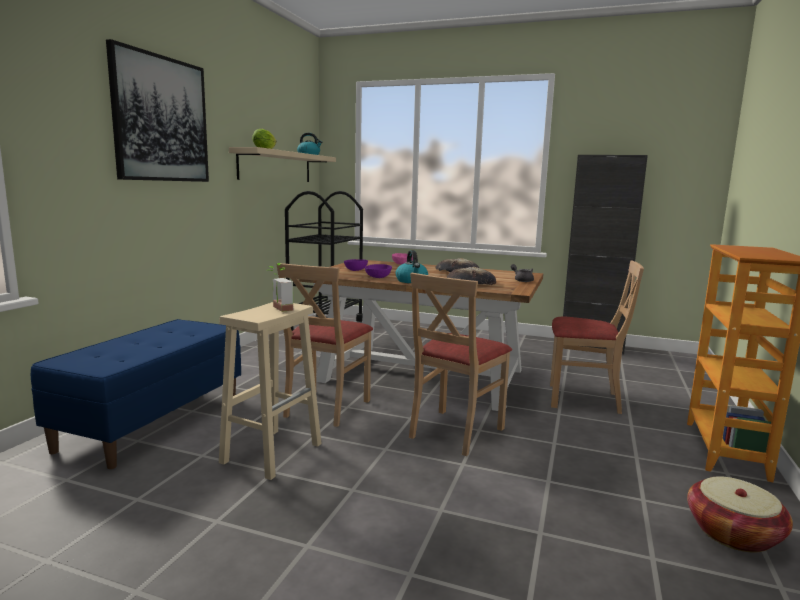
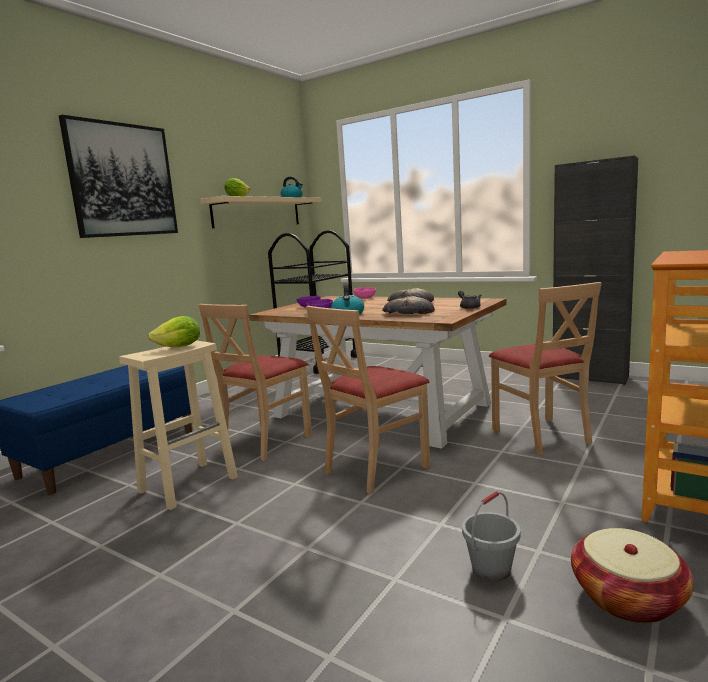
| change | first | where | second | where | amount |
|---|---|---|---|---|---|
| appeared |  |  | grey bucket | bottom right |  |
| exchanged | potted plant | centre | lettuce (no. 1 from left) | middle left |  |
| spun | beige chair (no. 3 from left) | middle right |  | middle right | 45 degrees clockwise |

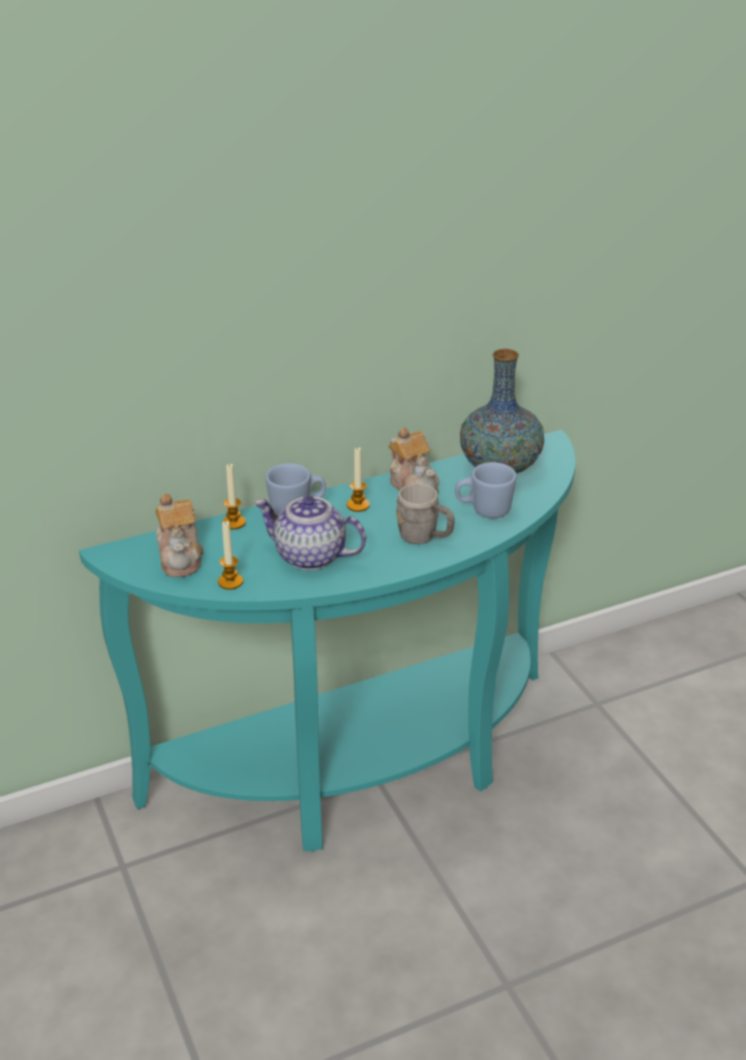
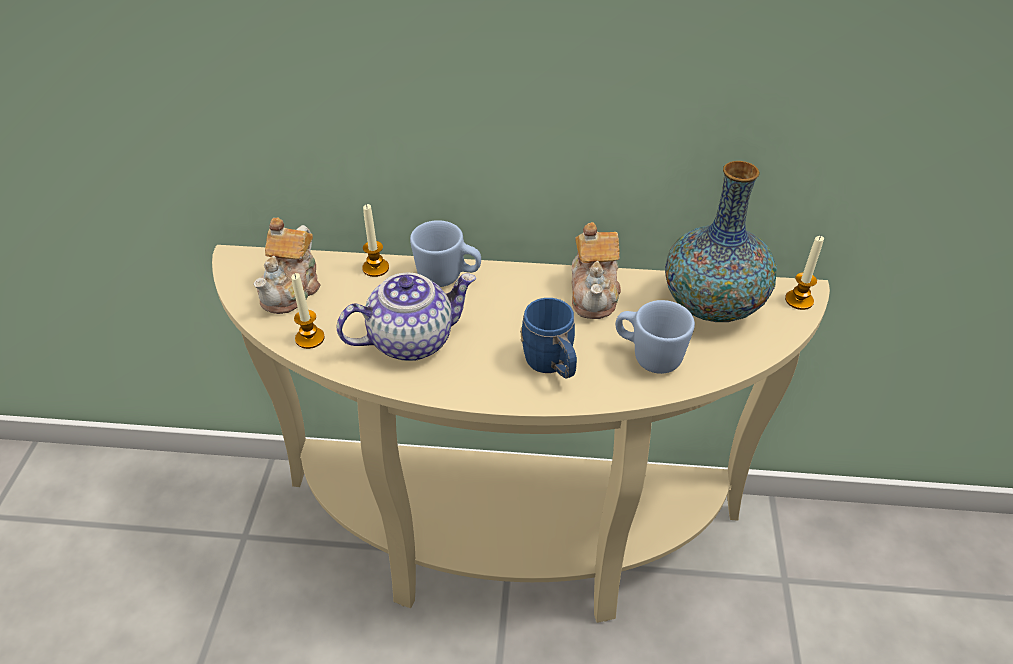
| change | first | where | second | where | amount |
|---|---|---|---|---|---|
| relocated | candle (no. 3 from left) | centre |  | middle right |  |
| colour | turquoise console table | centre | beige console table | centre |  |
| colour | grey mug | centre | blue mug (no. 2 from left) | centre |  |
| spun | teapot (no. 2 from left) | centre |  | centre | 105 degrees clockwise |

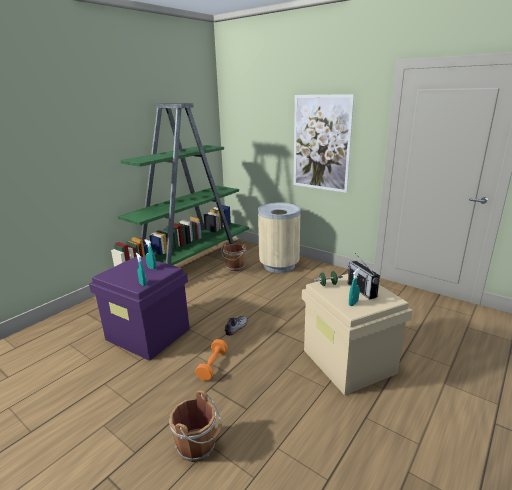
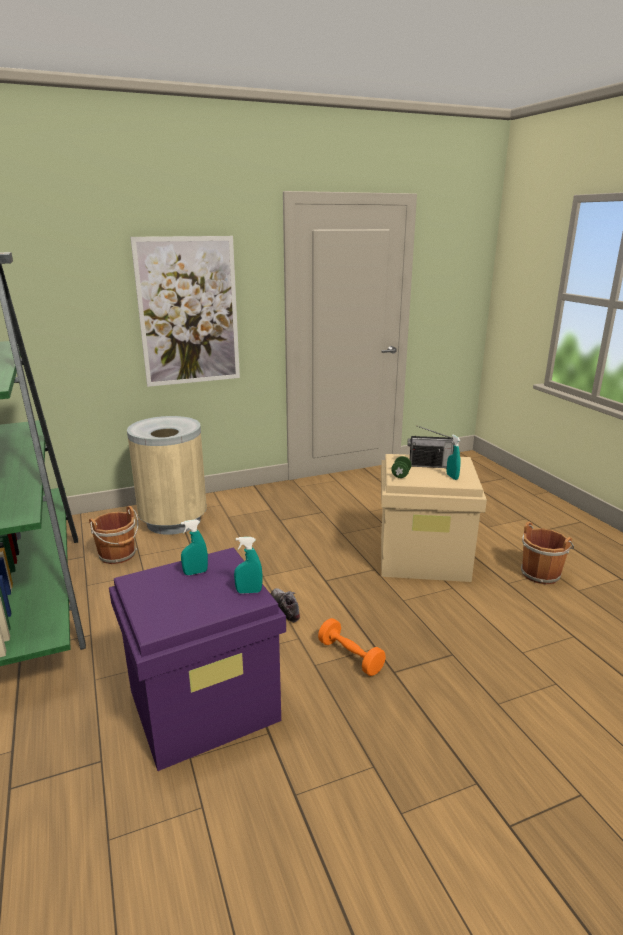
| change | first | where | second | where | amount |
|---|---|---|---|---|---|
| relocated | brown bucket (no. 1 from left in the first image) | bottom centre | brown bucket (no. 2 from left) | middle right |  |

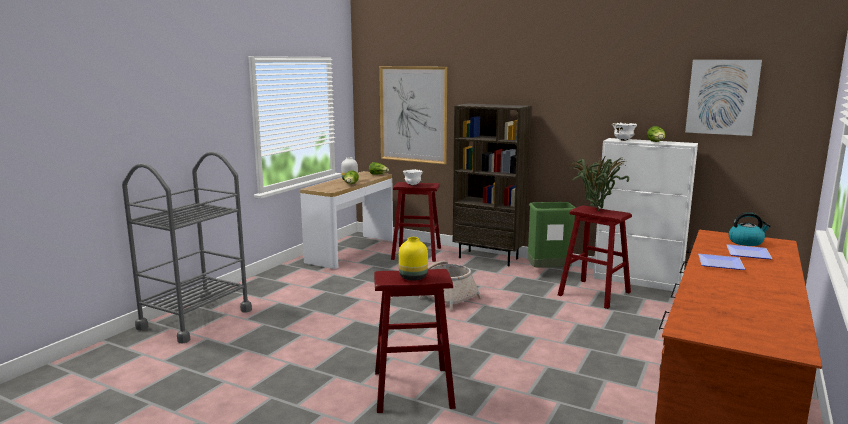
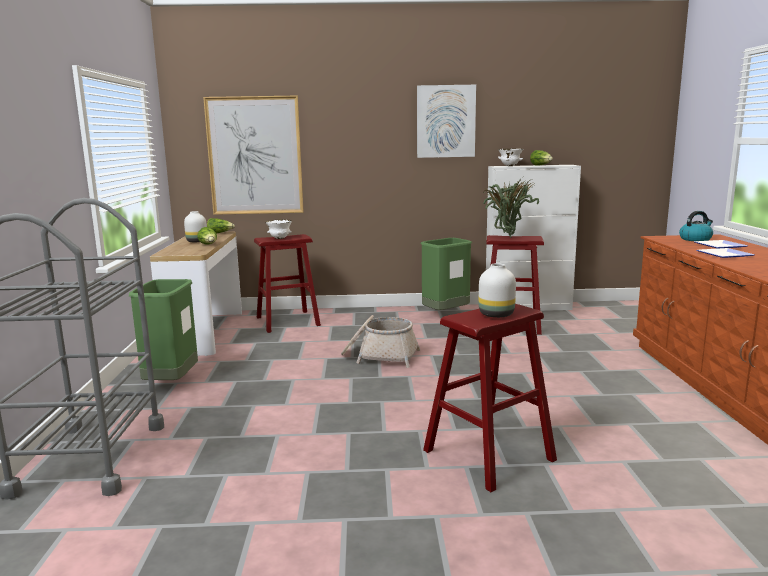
| change | first | where | second | where | amount |
|---|---|---|---|---|---|
| missing | brown bookcase | centre |  |  |  |
| appeared |  |  | green trash can (no. 1 from left) | middle left |  |
| relocated | picture (no. 2 from left) | top right |  | top centre |  |
| colour | yellow vase | centre | white vase (no. 2 from left) | centre |  |

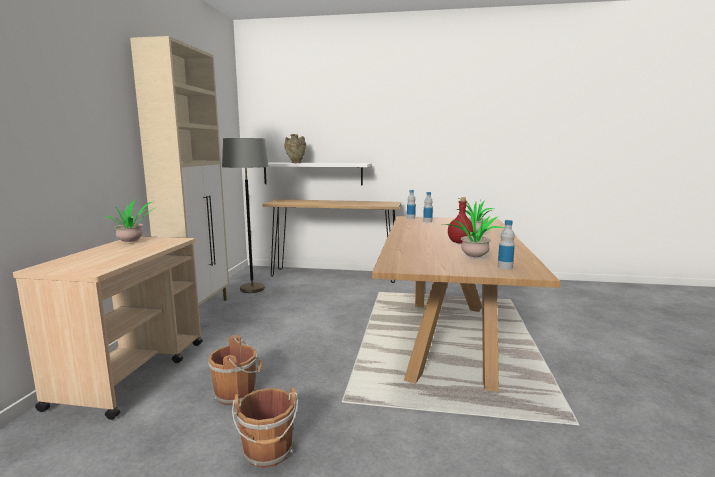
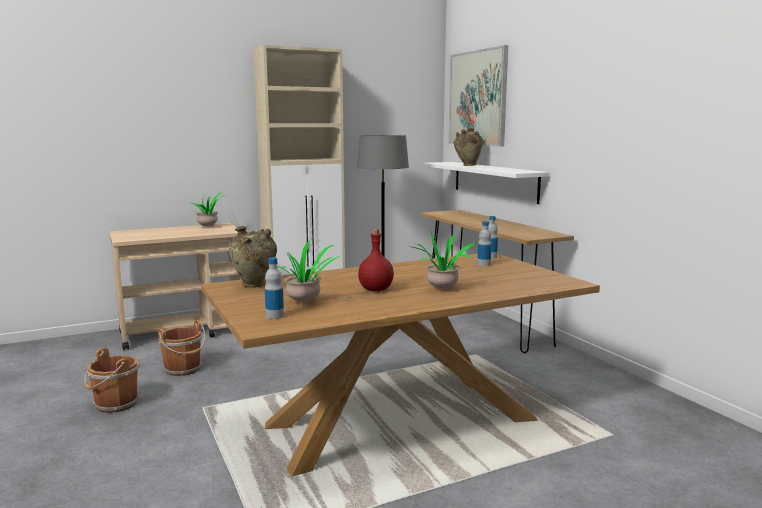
| change | first | where | second | where | amount |
|---|---|---|---|---|---|
| appeared |  |  | beige vase (no. 1 from left) | middle left |  |
| appeared |  |  | picture | top centre |  |

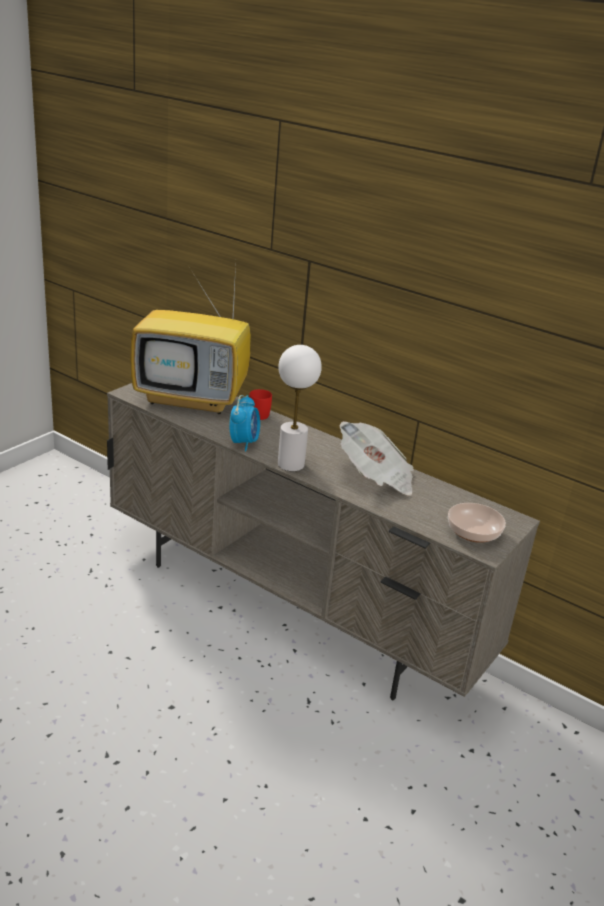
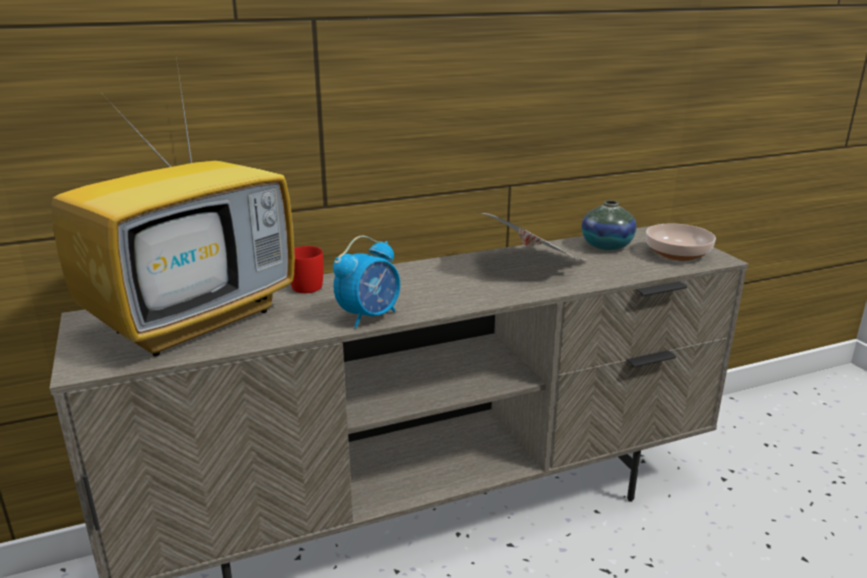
| change | first | where | second | where | amount |
|---|---|---|---|---|---|
| missing | white table lamp | centre |  |  |  |
| appeared |  |  | vase | middle right |  |
| spun | alarm clock | centre |  | centre | 90 degrees clockwise |

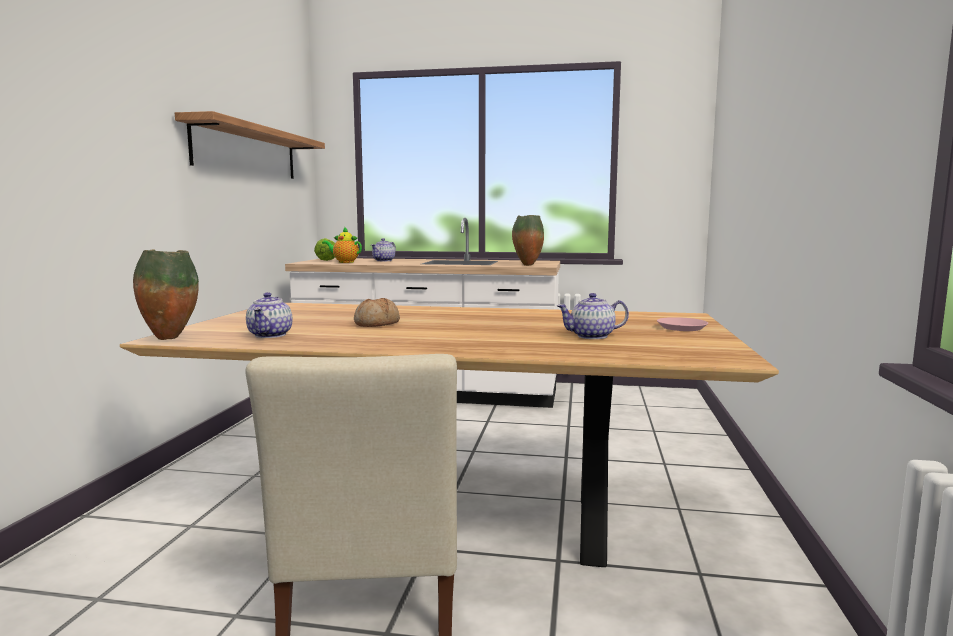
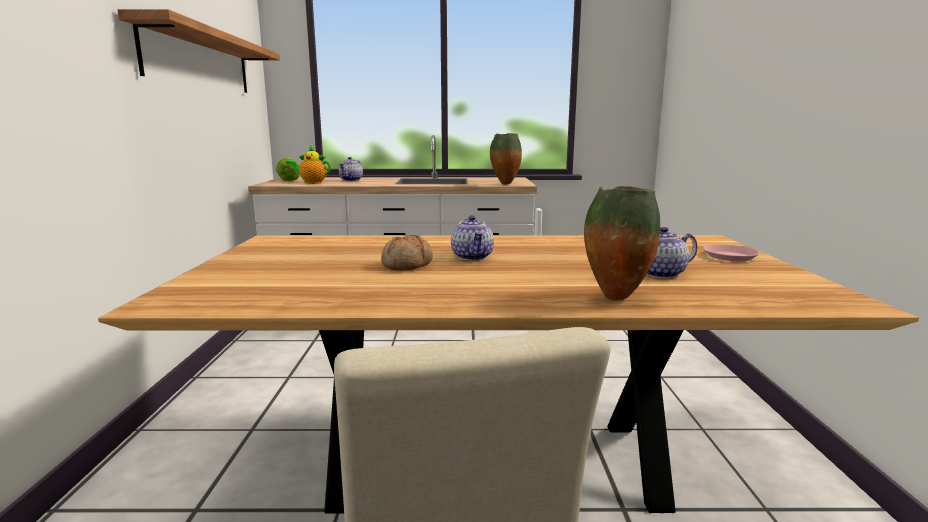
| change | first | where | second | where | amount |
|---|---|---|---|---|---|
| relocated | vase (no. 1 from left in the first image) | middle left | vase (no. 2 from left) | middle right |  |
| relocated | teapot (no. 1 from left in the first image) | middle left | teapot (no. 3 from left) | centre |  |

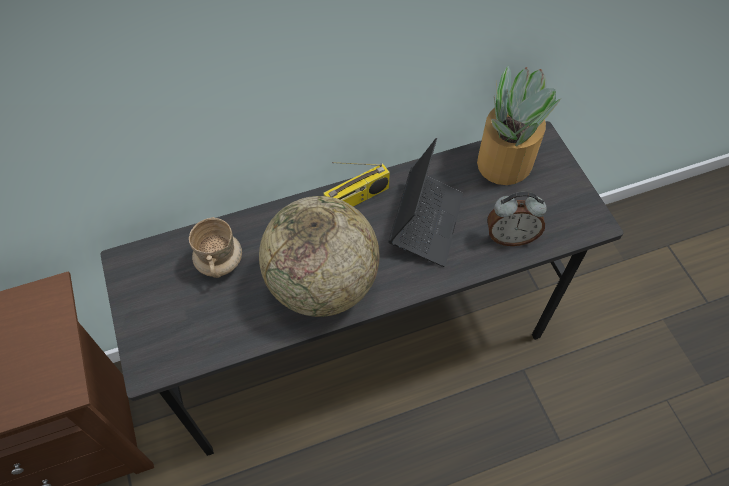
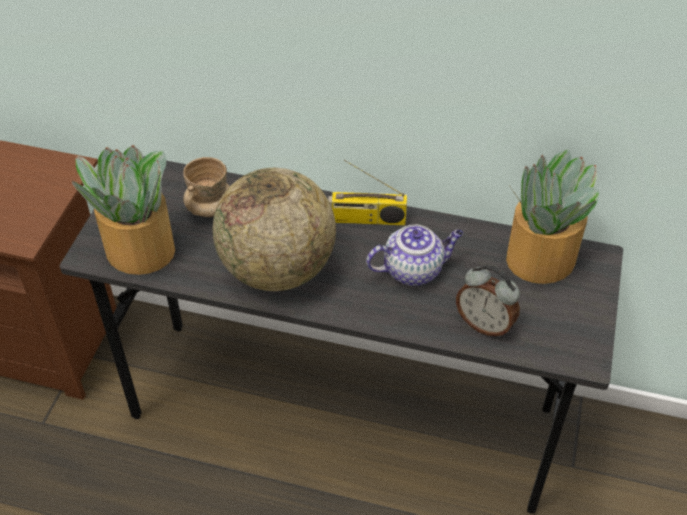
| change | first | where | second | where | amount |
|---|---|---|---|---|---|
| appeared |  |  | potted plant (no. 1 from left) | middle left |  |
| exchanged | laptop | centre | teapot | centre |  |

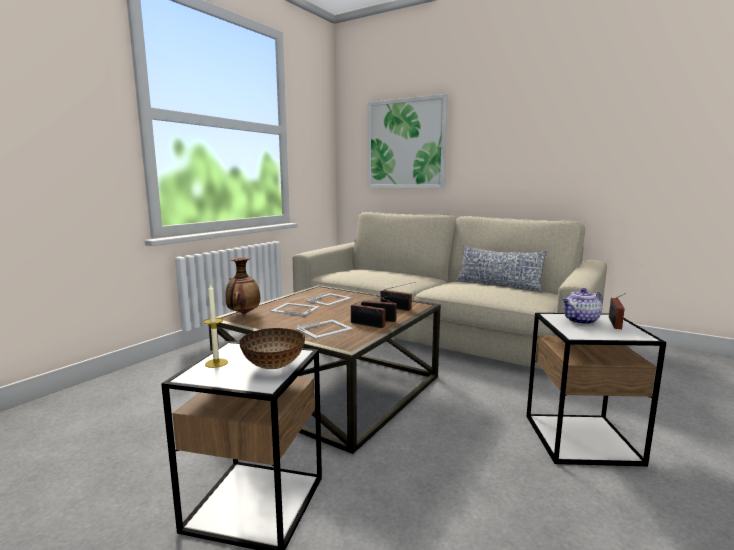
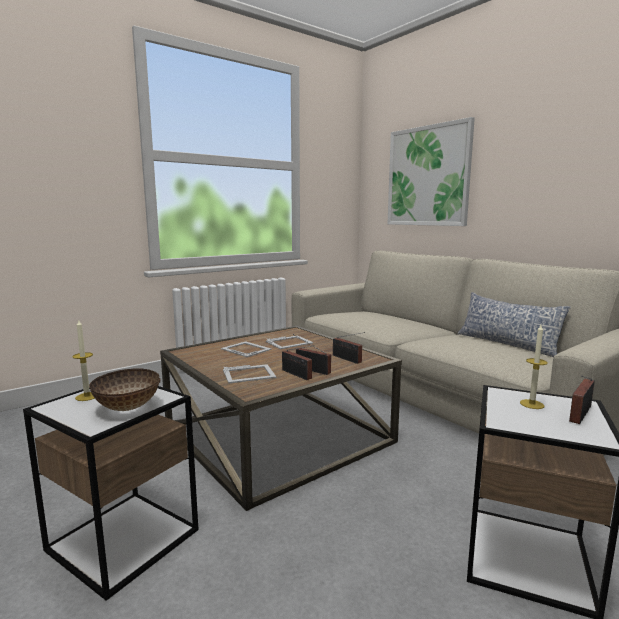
| change | first | where | second | where | amount |
|---|---|---|---|---|---|
| missing | vase | middle left |  |  |  |
| exchanged | teapot | middle right | candle (no. 2 from left) | middle right |  |

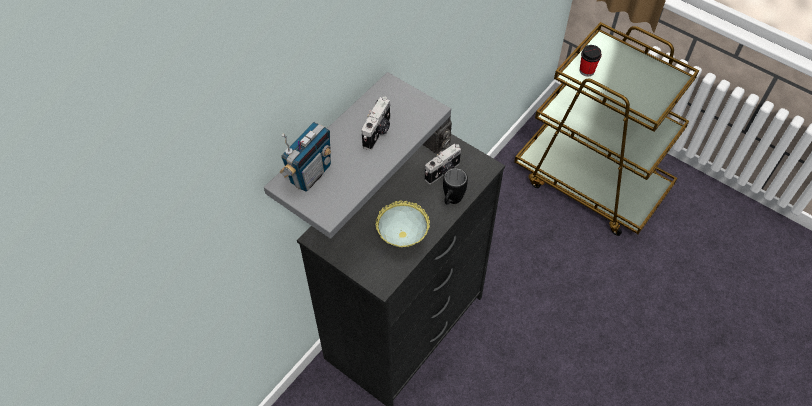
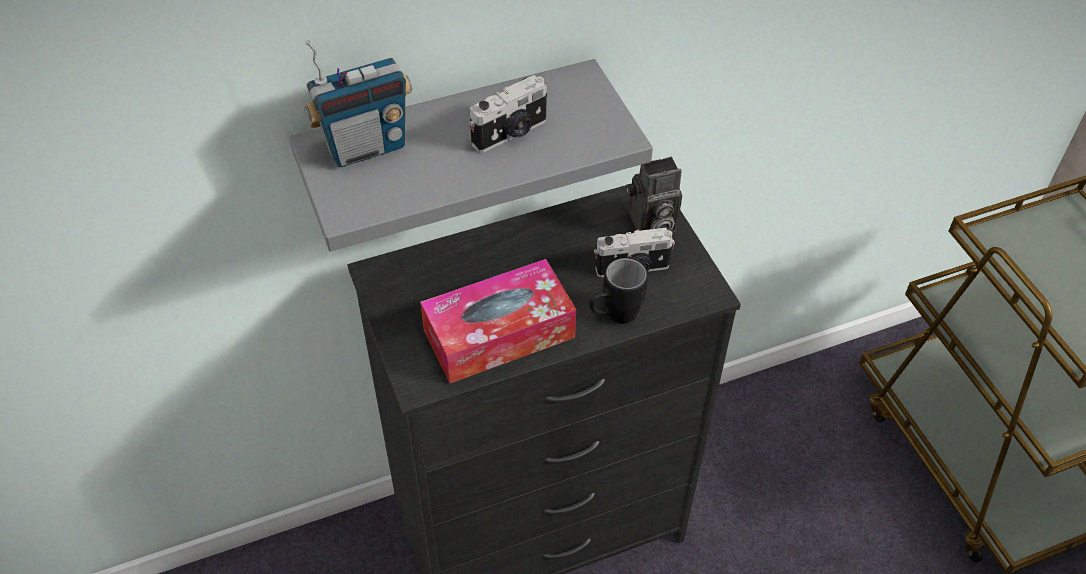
| change | first | where | second | where | amount |
|---|---|---|---|---|---|
| missing | cup | top right |  |  |  |
| exchanged | bowl | centre | tissue box | centre |  |

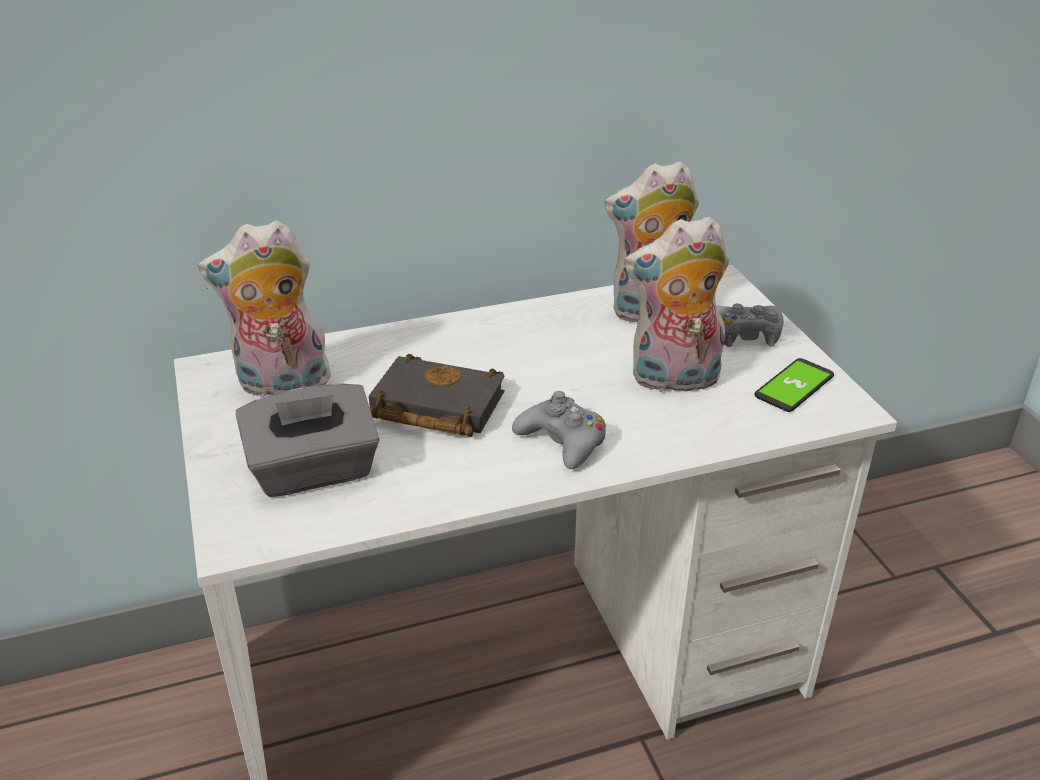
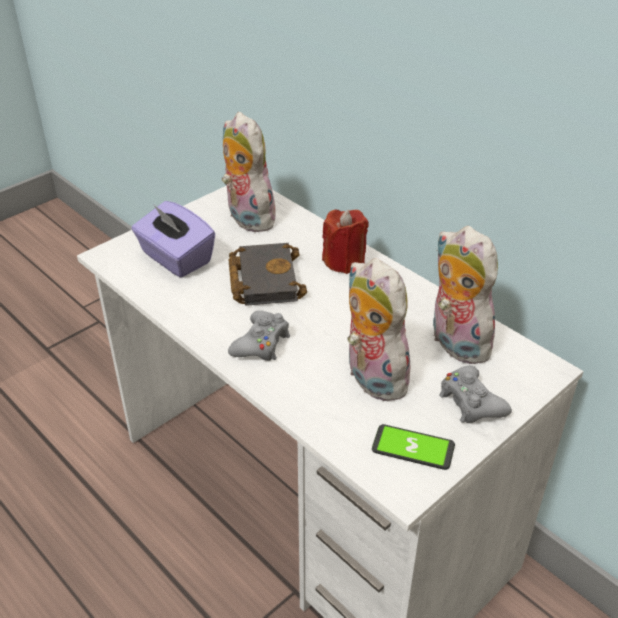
| change | first | where | second | where | amount |
|---|---|---|---|---|---|
| appeared |  |  | red candle | centre |  |
| colour | grey tissue box | middle left | purple tissue box | middle left |  |

